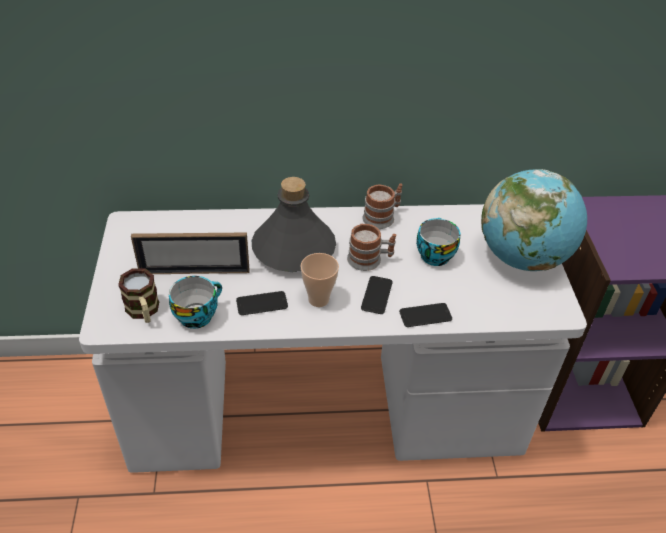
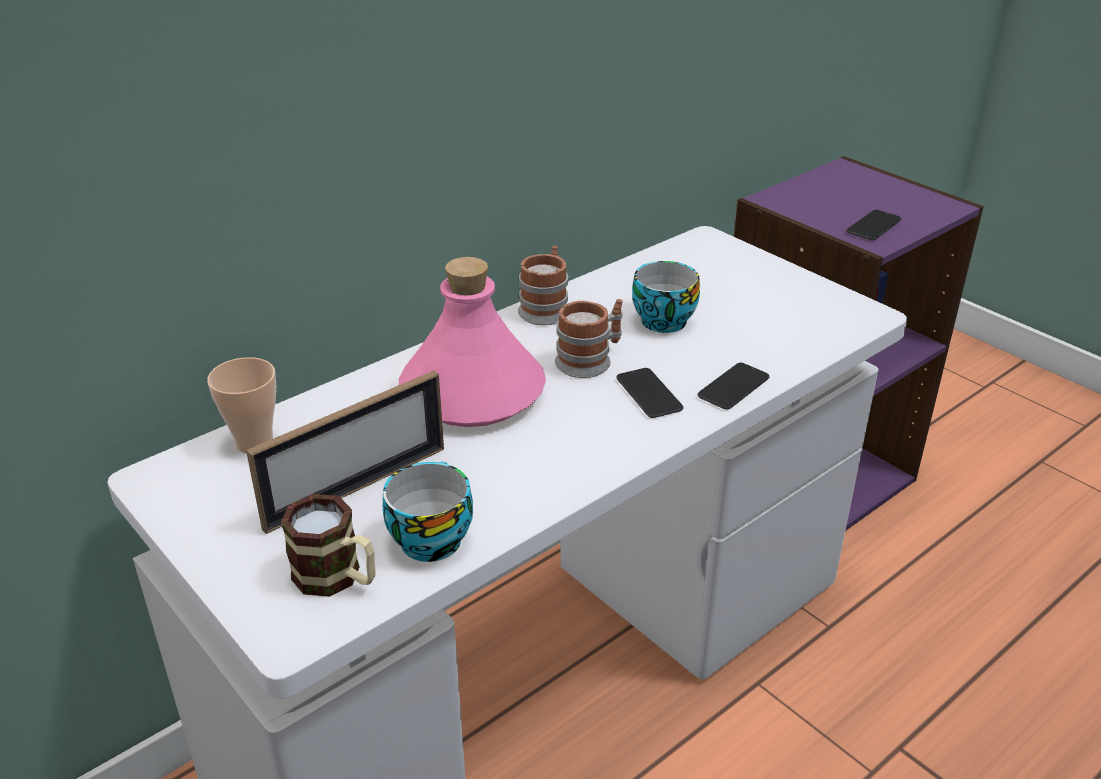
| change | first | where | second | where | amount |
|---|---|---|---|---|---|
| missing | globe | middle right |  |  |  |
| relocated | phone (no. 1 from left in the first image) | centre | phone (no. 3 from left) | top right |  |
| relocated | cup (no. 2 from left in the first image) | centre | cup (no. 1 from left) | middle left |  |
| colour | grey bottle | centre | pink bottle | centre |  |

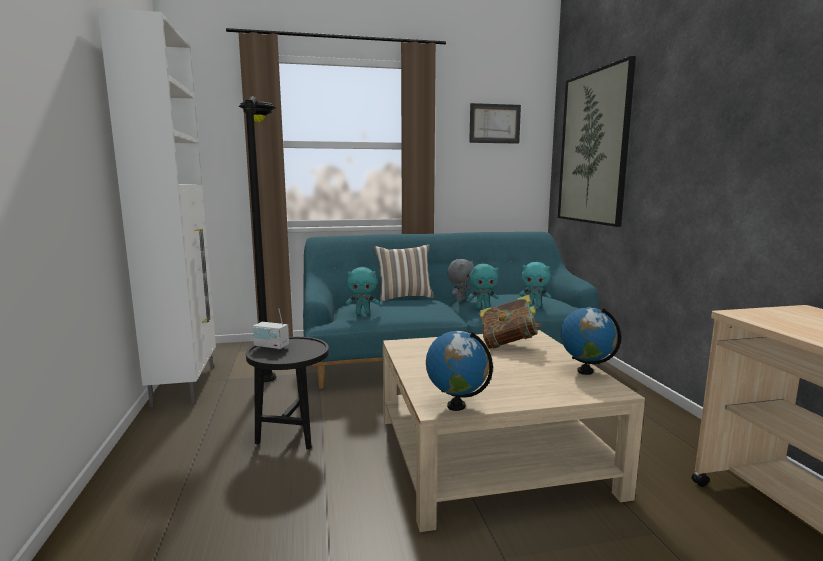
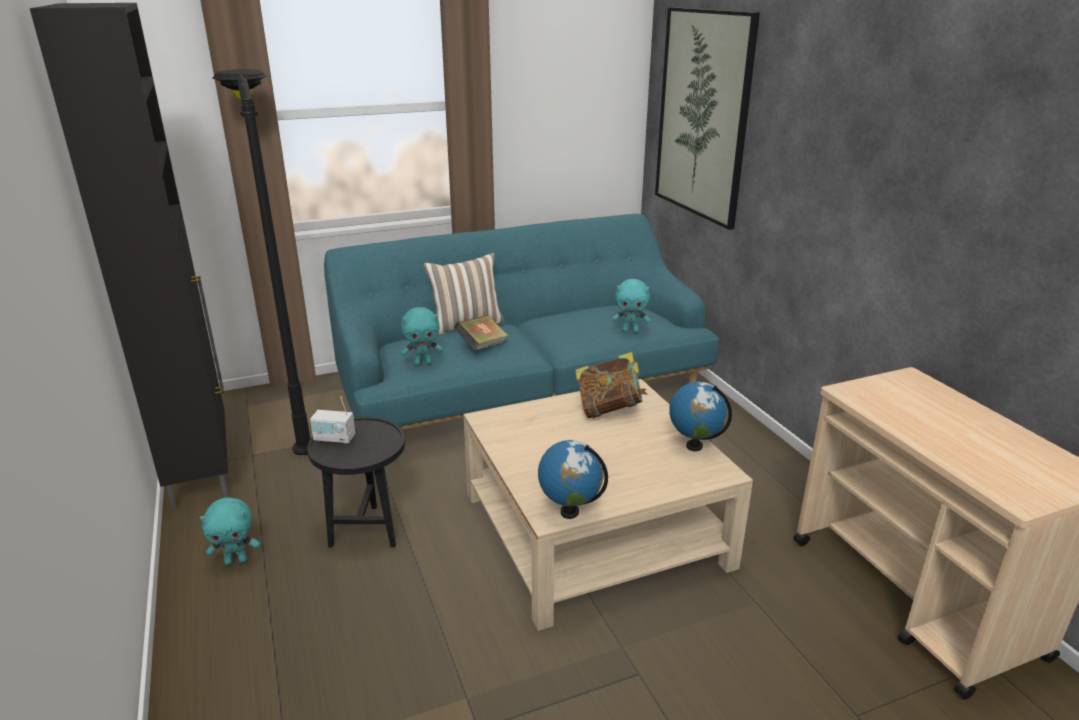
| change | first | where | second | where | amount |
|---|---|---|---|---|---|
| missing | grey plush toy | centre |  |  |  |
| missing | picture (no. 1 from left) | top centre |  |  |  |
| appeared |  |  | book (no. 1 from left) | centre |  |
| relocated | turquoise plush toy (no. 2 from left in the first image) | centre | turquoise plush toy (no. 1 from left) | bottom left |  |
| colour | white cabinet | middle left | black cabinet | middle left |  |

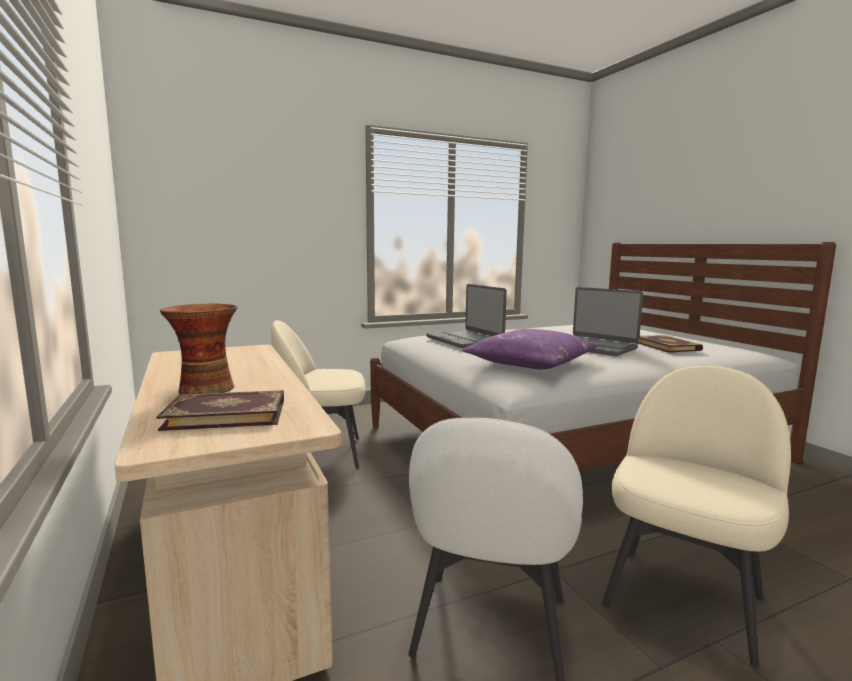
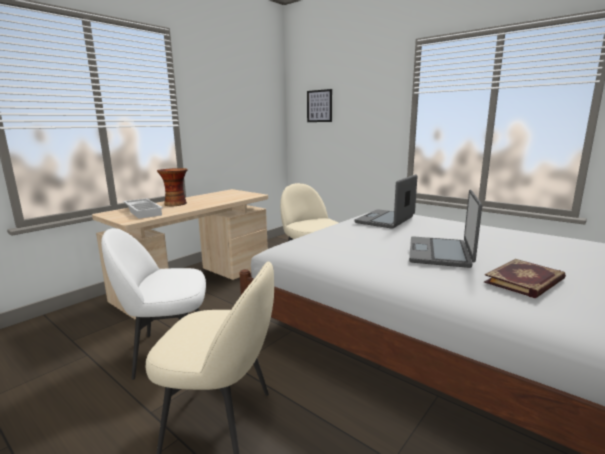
| change | first | where | second | where | amount |
|---|---|---|---|---|---|
| missing | purple pillow | centre |  |  |  |
| appeared |  |  | picture | top centre |  |
| exchanged | book (no. 1 from left) | middle left | white tray | middle left |  |

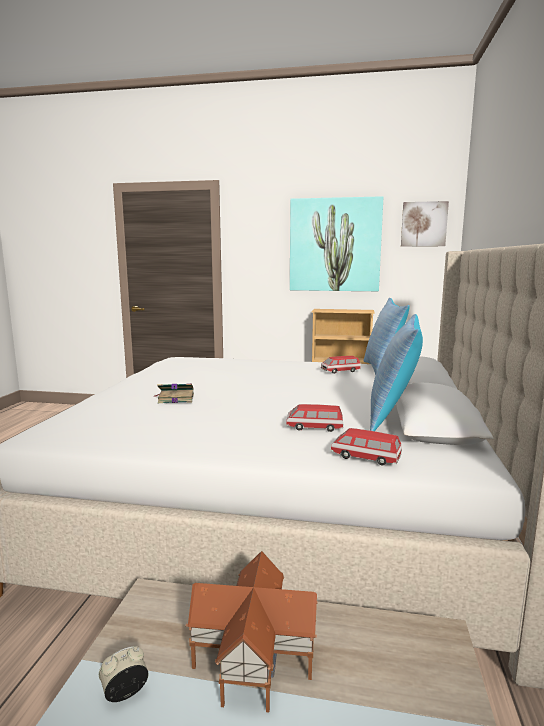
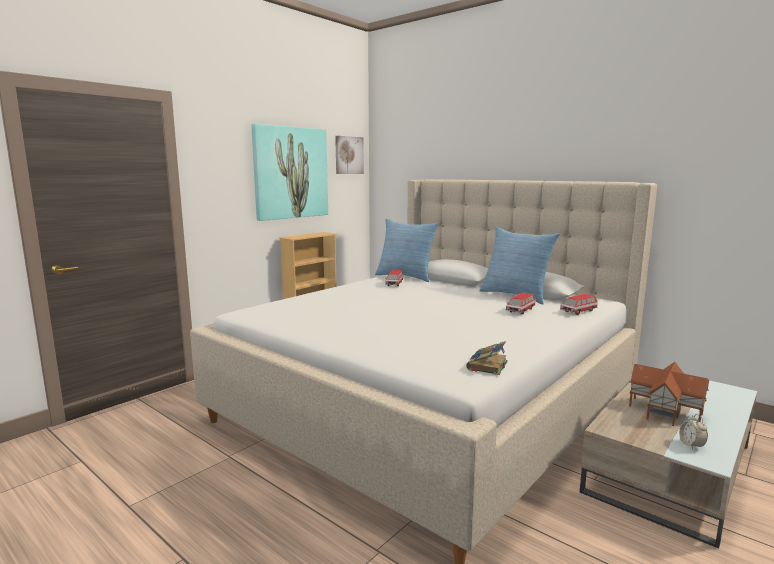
| change | first | where | second | where | amount |
|---|---|---|---|---|---|
| relocated | book | middle left |  | centre |  |

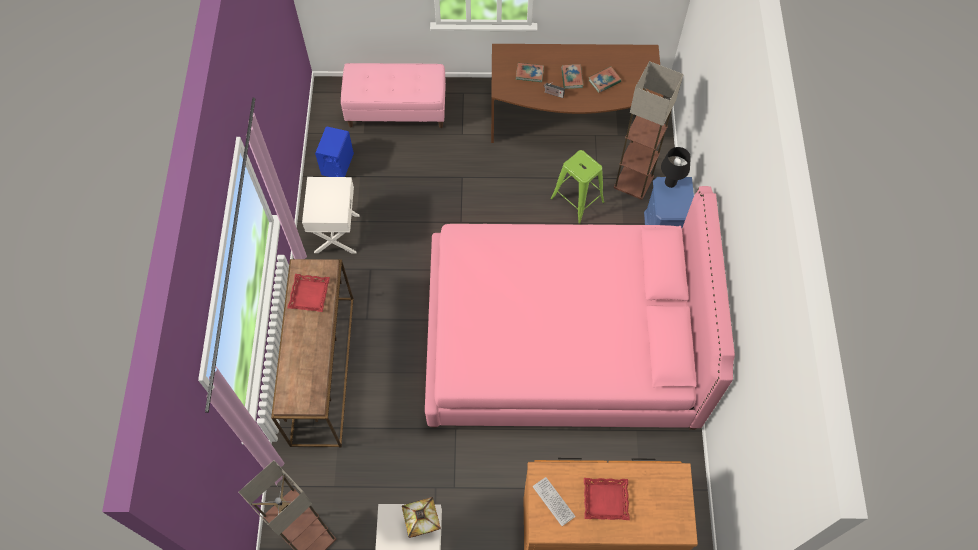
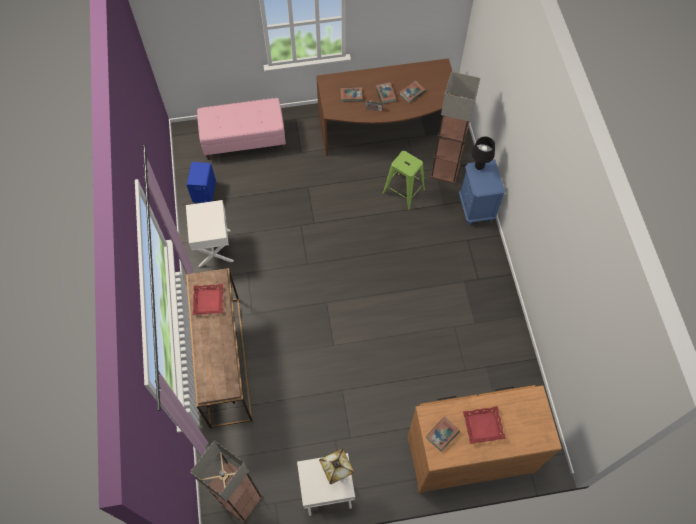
| change | first | where | second | where | amount |
|---|---|---|---|---|---|
| missing | pink bed | centre |  |  |  |
| exchanged | keyboard | bottom centre | book (no. 4 from left) | bottom centre |  |

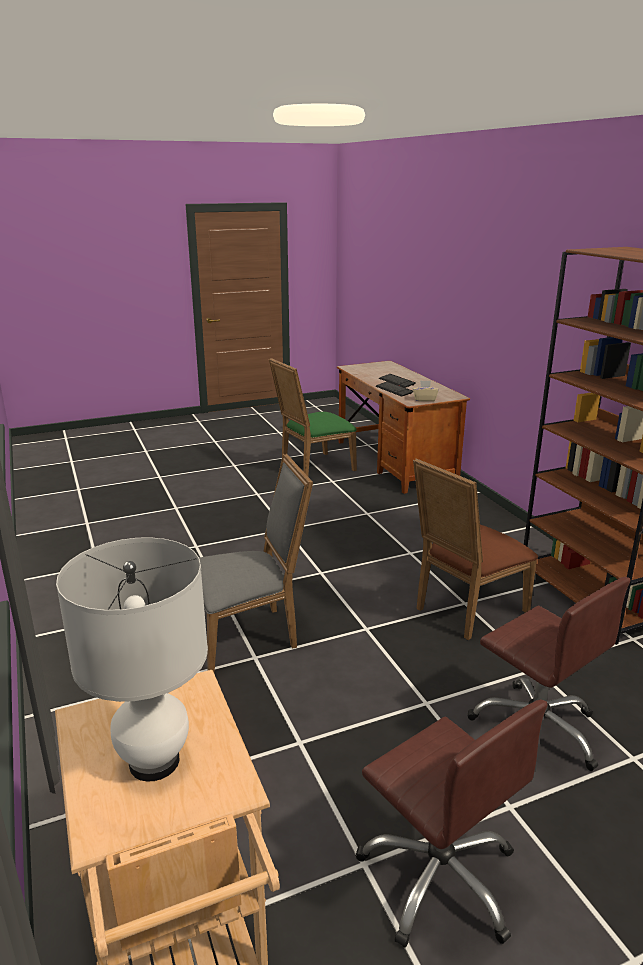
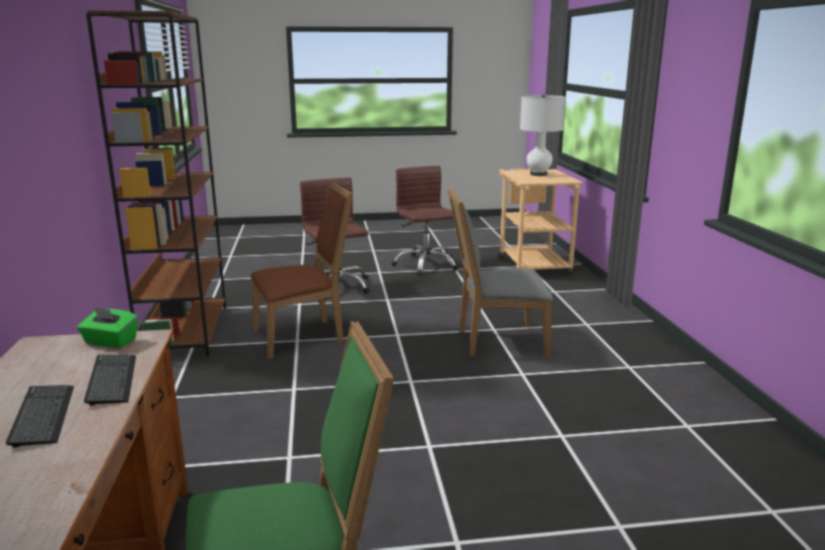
| change | first | where | second | where | amount |
|---|---|---|---|---|---|
| colour | beige tissue box | centre | green tissue box | middle left |  |

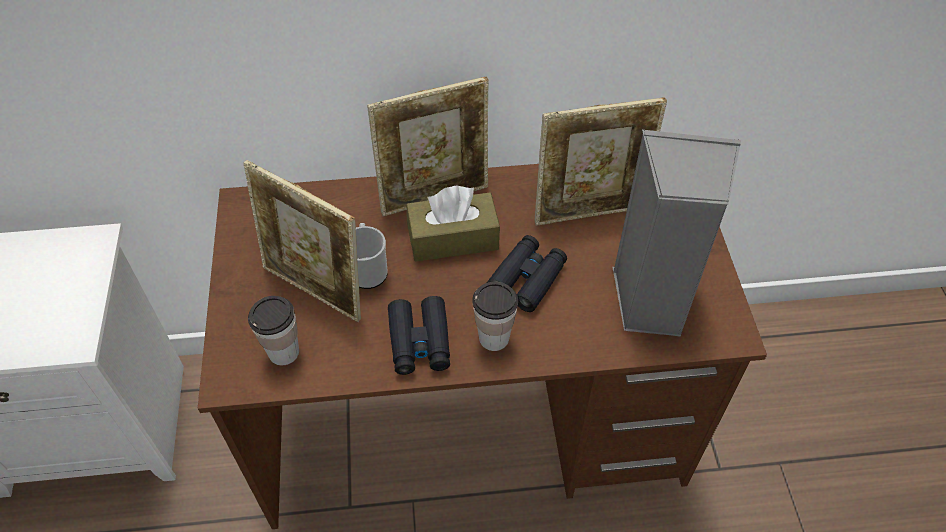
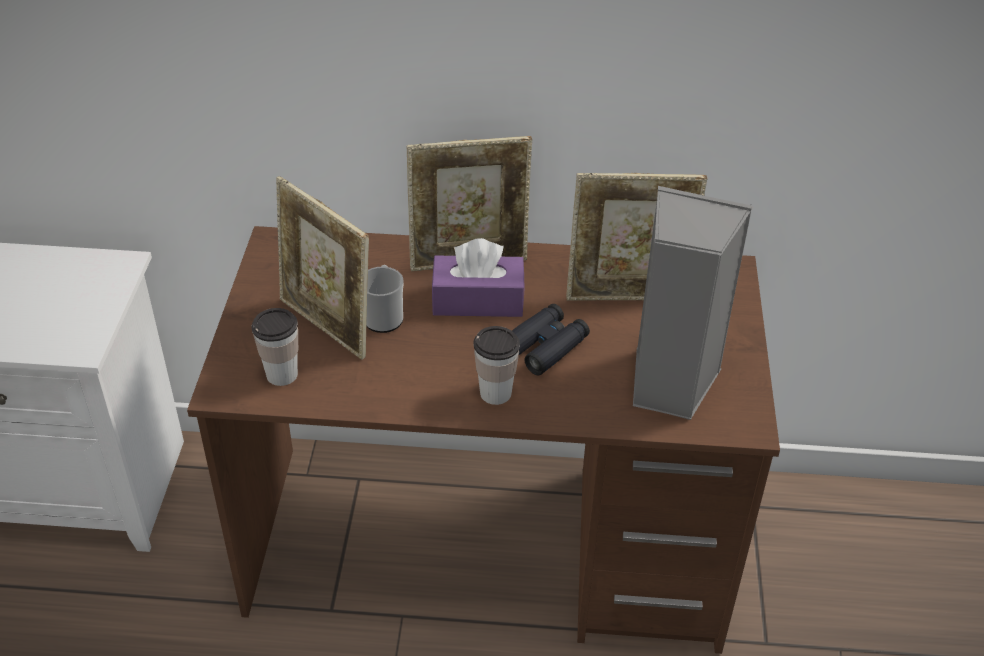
| change | first | where | second | where | amount |
|---|---|---|---|---|---|
| missing | black binoculars (no. 1 from left) | centre |  |  |  |
| colour | brown tissue box | centre | purple tissue box | centre |  |

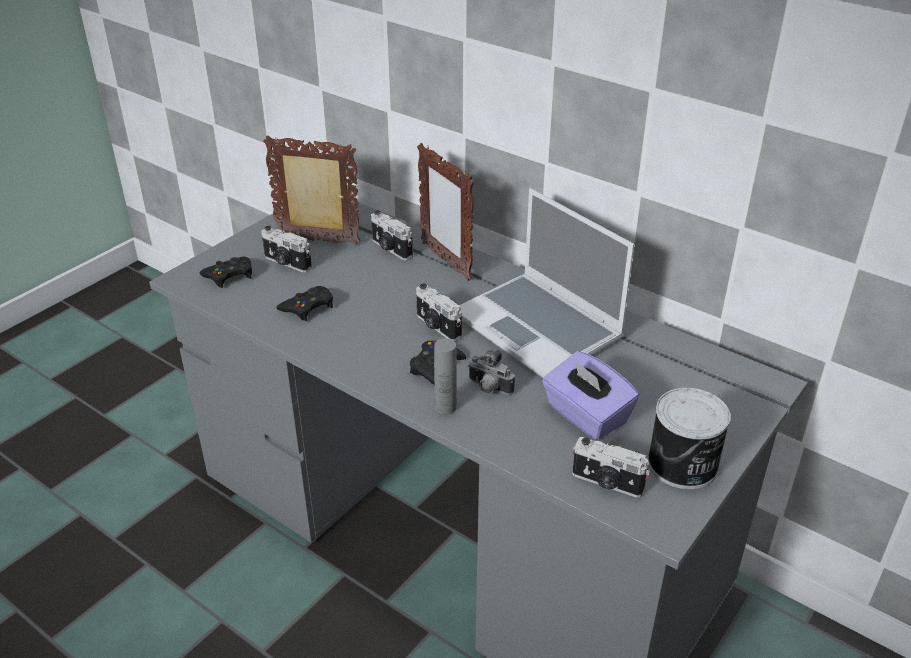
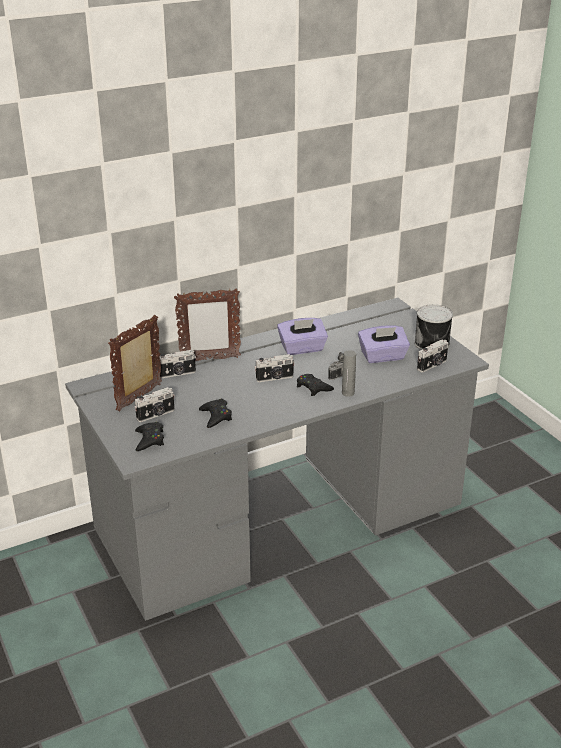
| change | first | where | second | where | amount |
|---|---|---|---|---|---|
| exchanged | laptop | centre | purple tissue box (no. 1 from left) | centre |  |

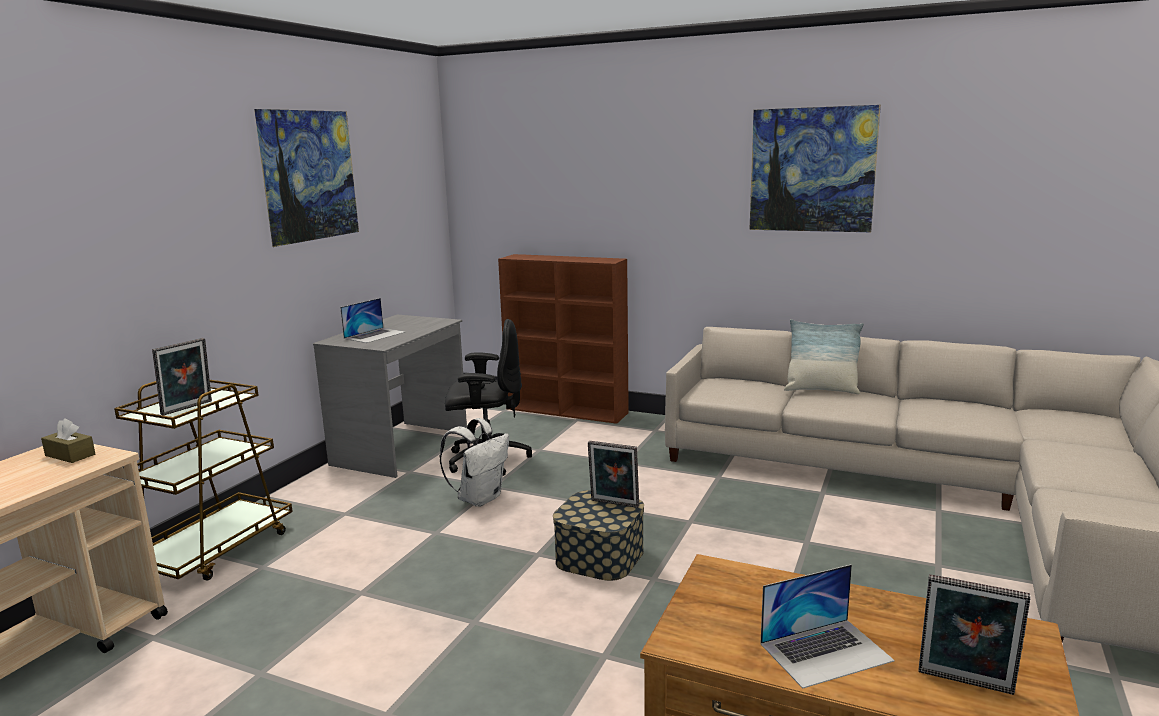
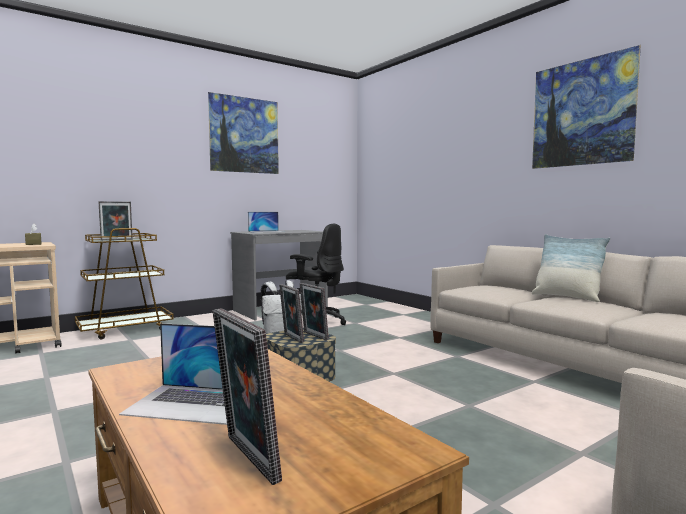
| change | first | where | second | where | amount |
|---|---|---|---|---|---|
| missing | brown bookcase | centre |  |  |  |
| appeared |  |  | picture frame (no. 3 from left) | centre |  |

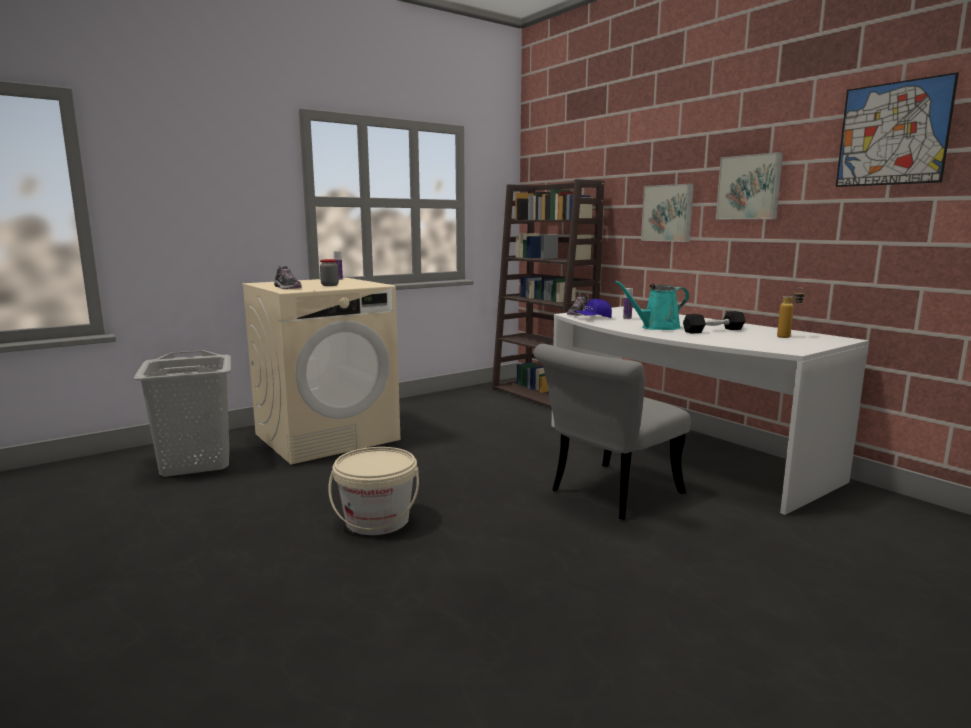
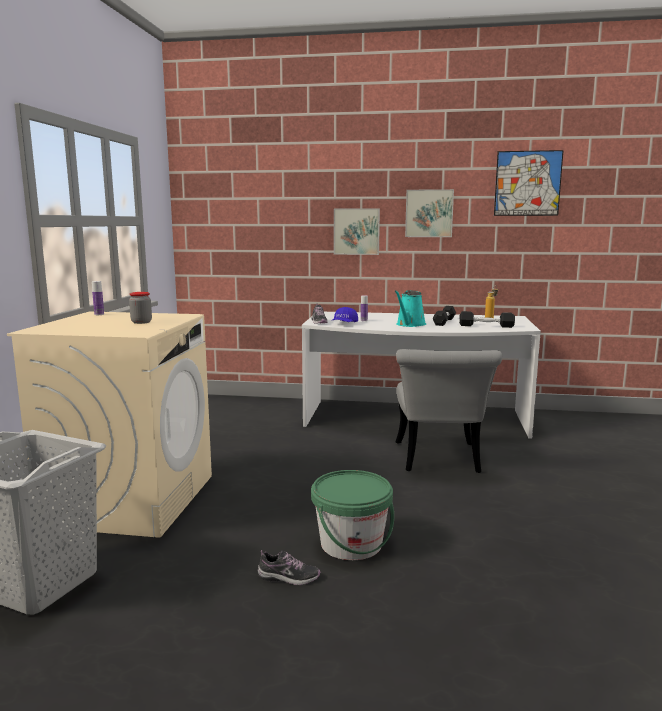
| change | first | where | second | where | amount |
|---|---|---|---|---|---|
| missing | brown bookcase | centre |  |  |  |
| appeared |  |  | black dumbbell (no. 2 from left) | middle right |  |
| relocated | shoe (no. 1 from left) | middle left |  | bottom centre |  |
| colour | beige bucket | bottom centre | green bucket | bottom centre |  |

